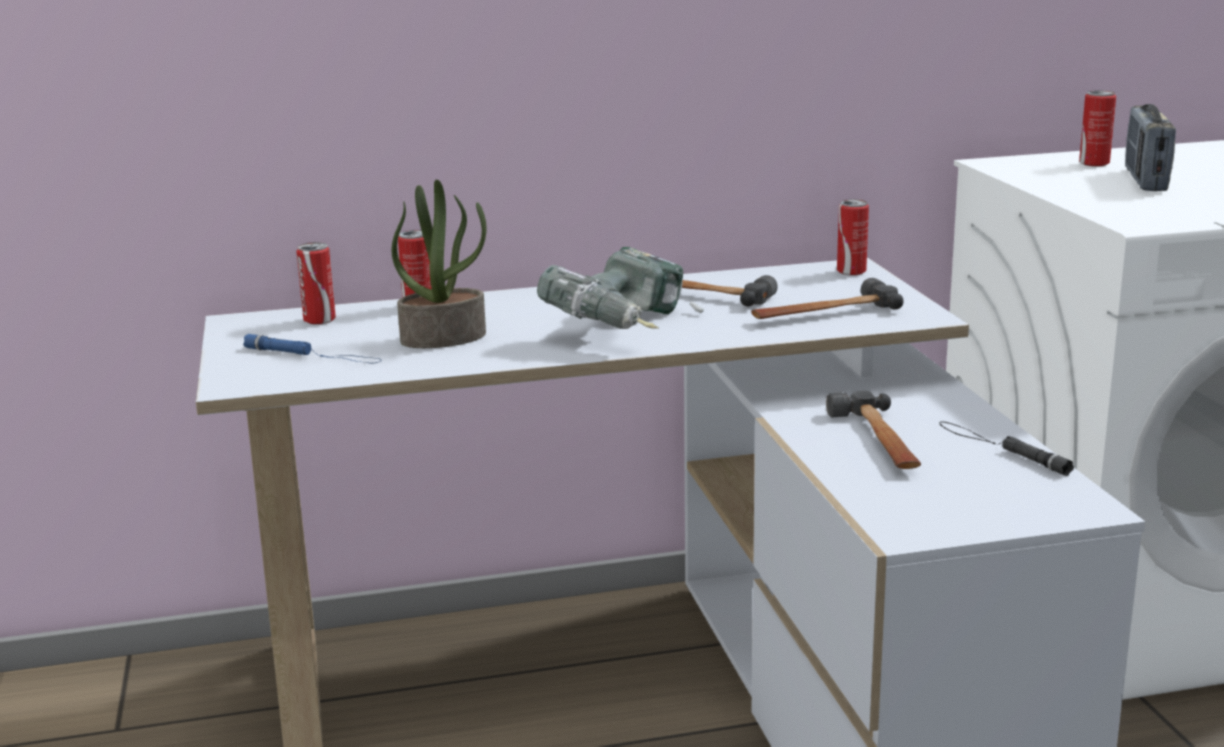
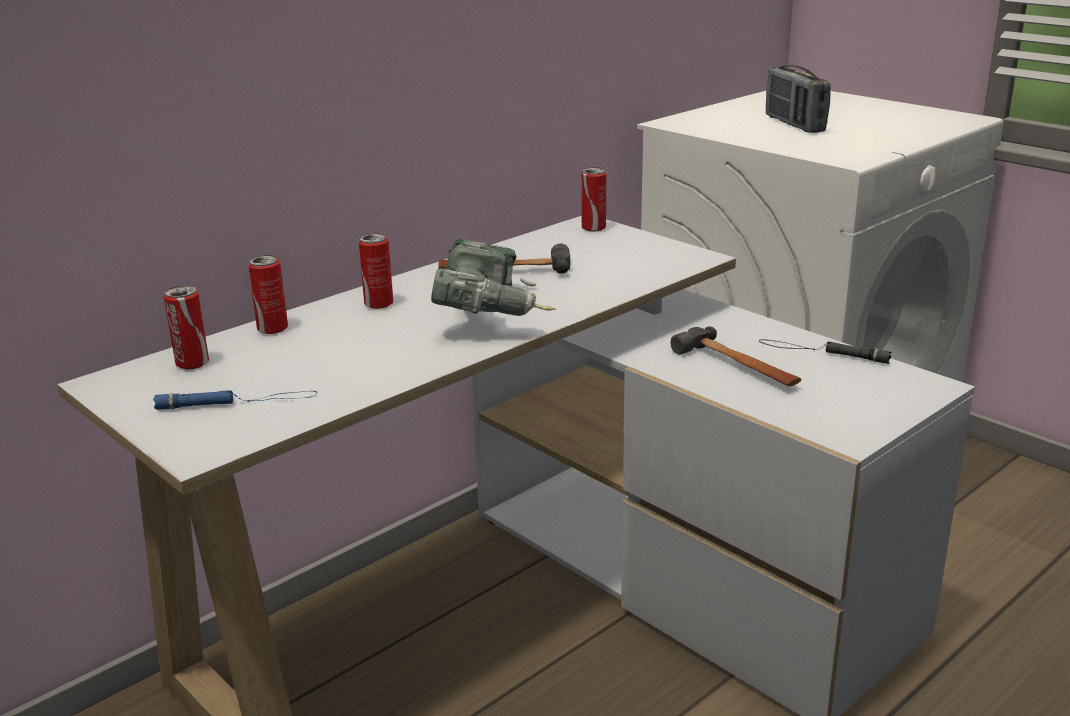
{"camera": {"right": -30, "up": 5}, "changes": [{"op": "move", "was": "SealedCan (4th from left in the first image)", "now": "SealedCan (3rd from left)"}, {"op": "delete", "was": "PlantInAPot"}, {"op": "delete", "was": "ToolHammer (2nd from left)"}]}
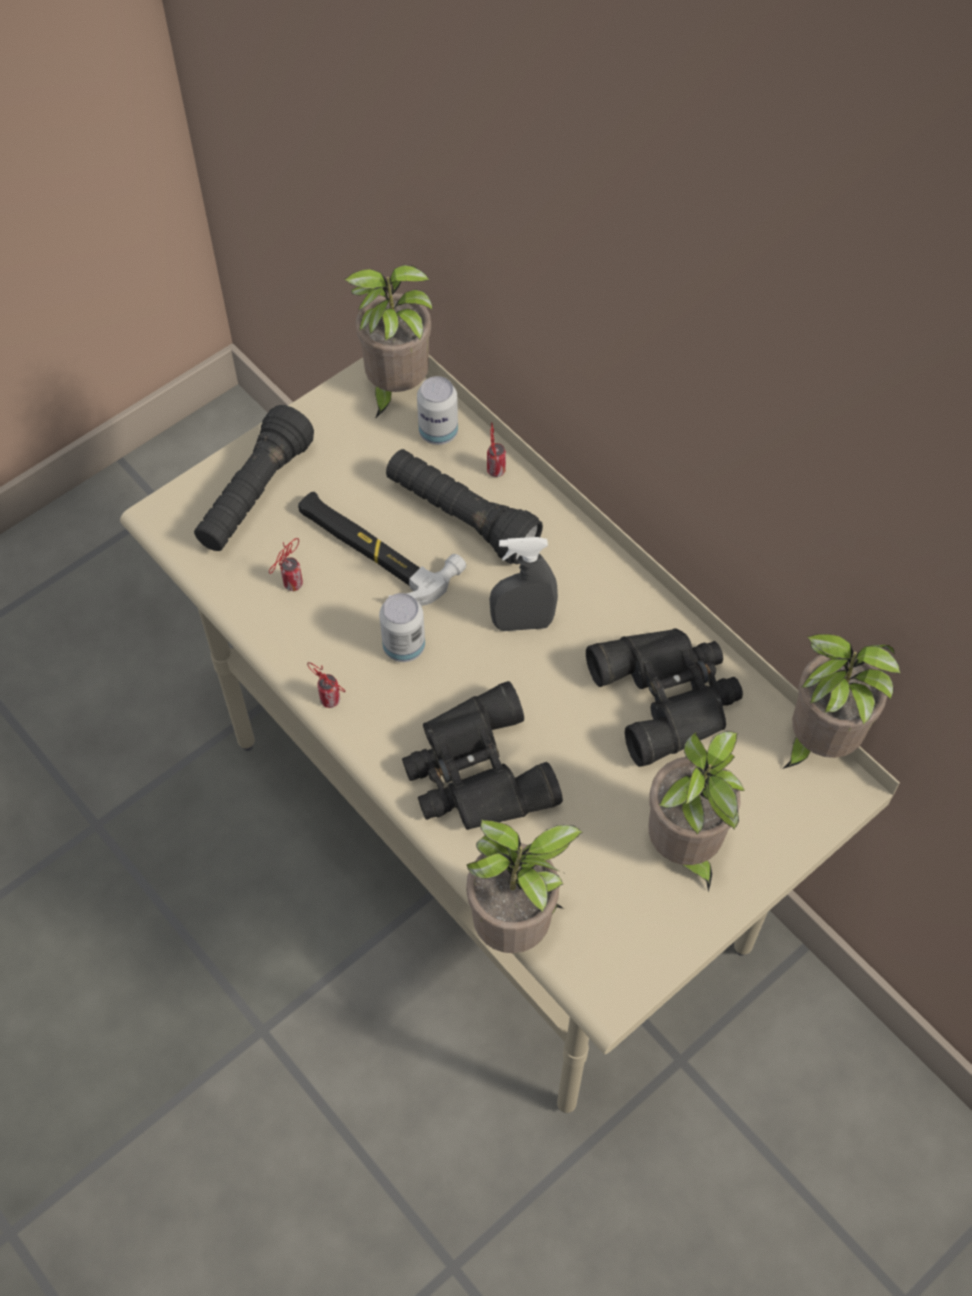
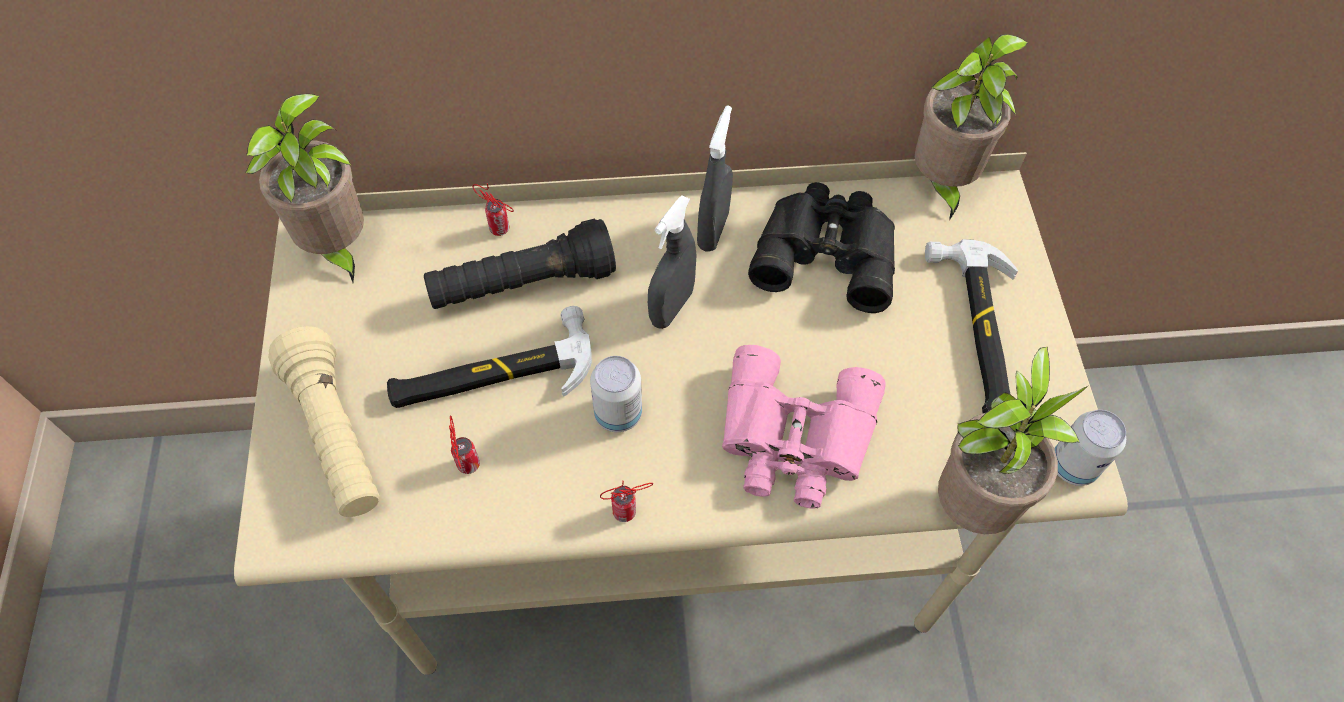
{"camera": {"right": -55, "up": 0}, "changes": [{"op": "recolor", "was": "BlackColouredFlashlight (1st from left)", "now": "BeigeColouredFlashlight"}, {"op": "insert", "now": "GreySprayer (2nd from left)"}, {"op": "recolor", "was": "BlackColouredFieldGlasses (1st from left)", "now": "PinkishFieldGlasses"}, {"op": "replace", "was": "PlantInAPot (3rd from left)", "now": "ToolHammer (2nd from left)"}, {"op": "move", "was": "SealedCan (4th from left in the first image)", "now": "SealedCan (5th from left)"}]}
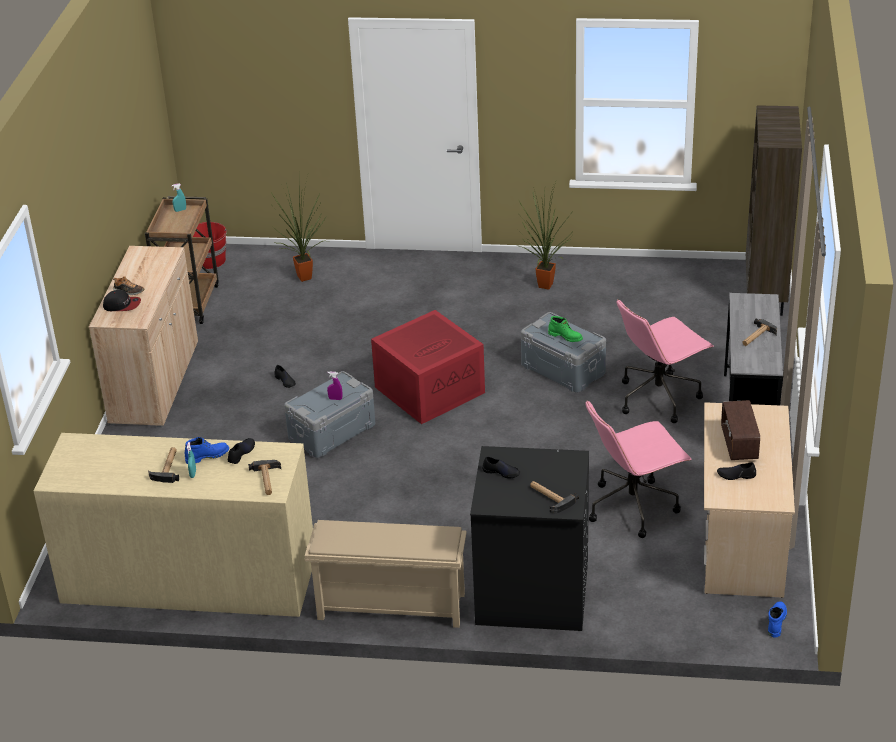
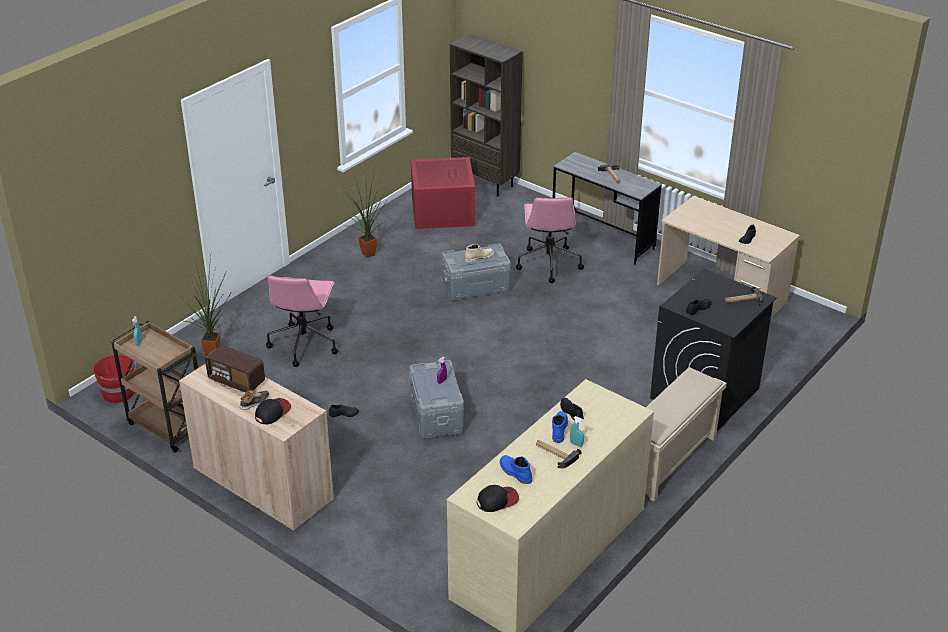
{"camera": {"right": -60, "up": 0}, "changes": [{"op": "move", "was": "Radio"}, {"op": "move", "was": "PinkishOfficeChair (1st from left)"}, {"op": "move", "was": "RedStorageBin"}, {"op": "recolor", "was": "GreenishHighTopBoot", "now": "BeigeColouredHighTopBoot"}, {"op": "insert", "now": "BaseballCap (2nd from left)"}, {"op": "move", "was": "BlueColouredHighTopBoot (2nd from left in the first image)", "now": "BlueColouredHighTopBoot (1st from left)"}, {"op": "delete", "was": "ToolHammer (2nd from left)"}]}
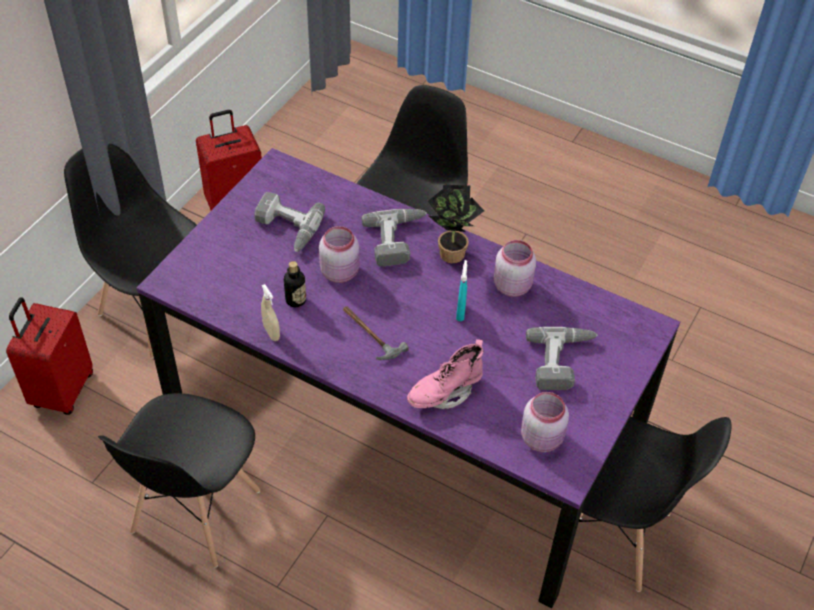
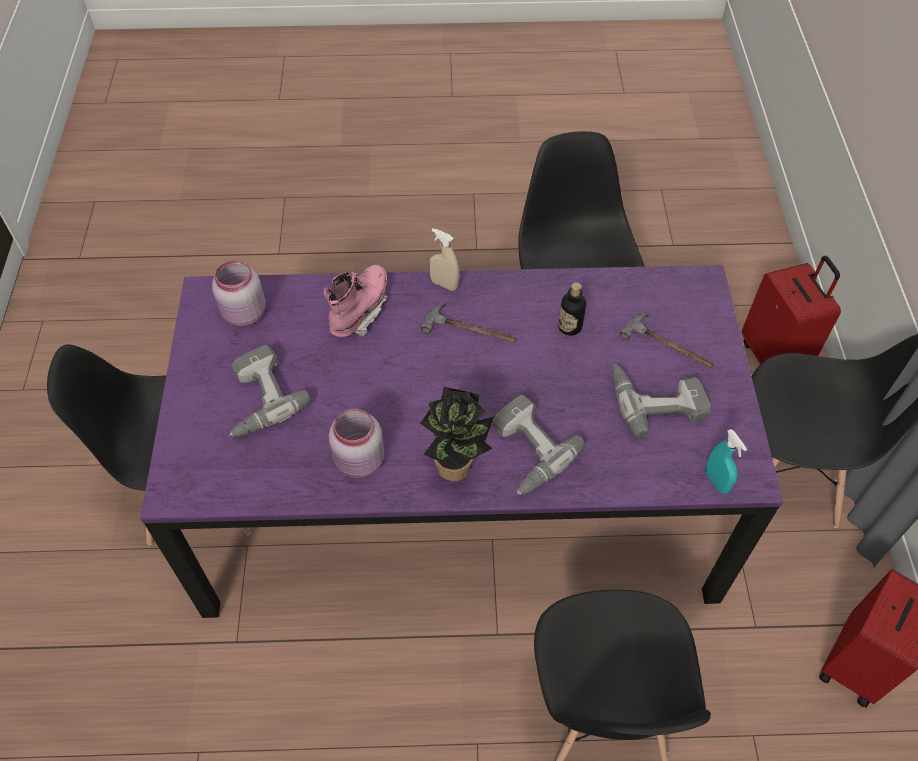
{"camera": {"right": 150, "up": 5}, "changes": [{"op": "move", "was": "BeigeColouredSprayer"}, {"op": "insert", "now": "ToolHammer (2nd from left)"}, {"op": "move", "was": "TurquoiseSprayer"}, {"op": "delete", "was": "PinkishPreserveJar (1st from left)"}]}
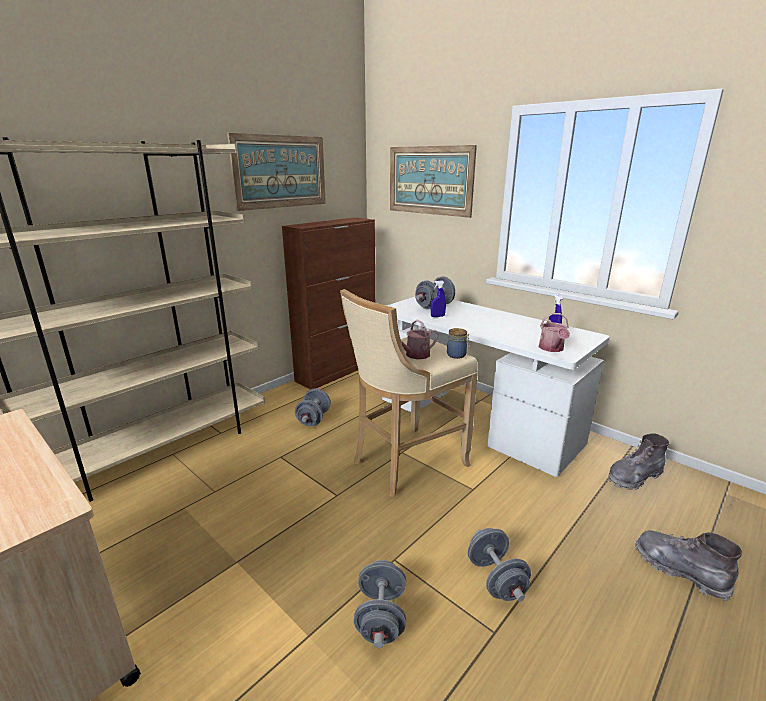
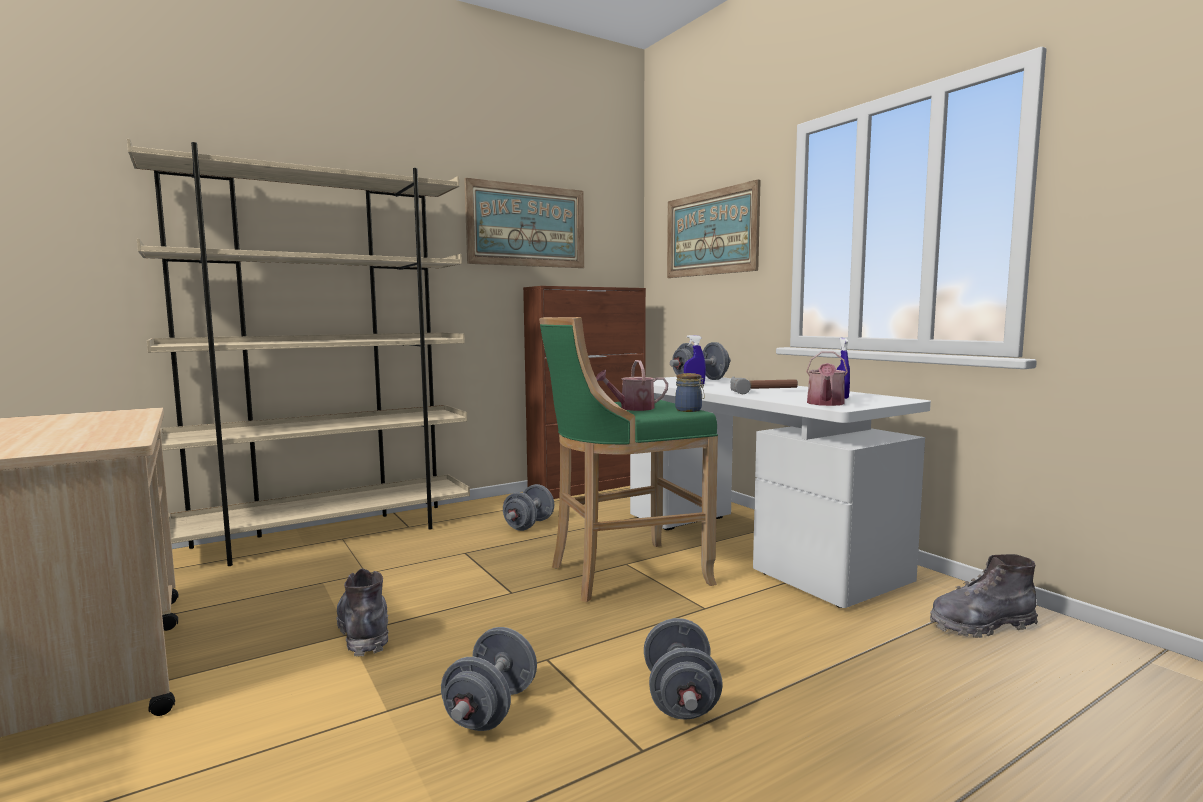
{"camera": {"right": 15, "up": -15}, "changes": [{"op": "move", "was": "GreyHighTopBoot (2nd from left in the first image)", "now": "GreyHighTopBoot (1st from left)"}, {"op": "recolor", "was": "BeigeColouredSittingStool", "now": "GreenishSittingStool"}, {"op": "insert", "now": "ToolHammer"}]}
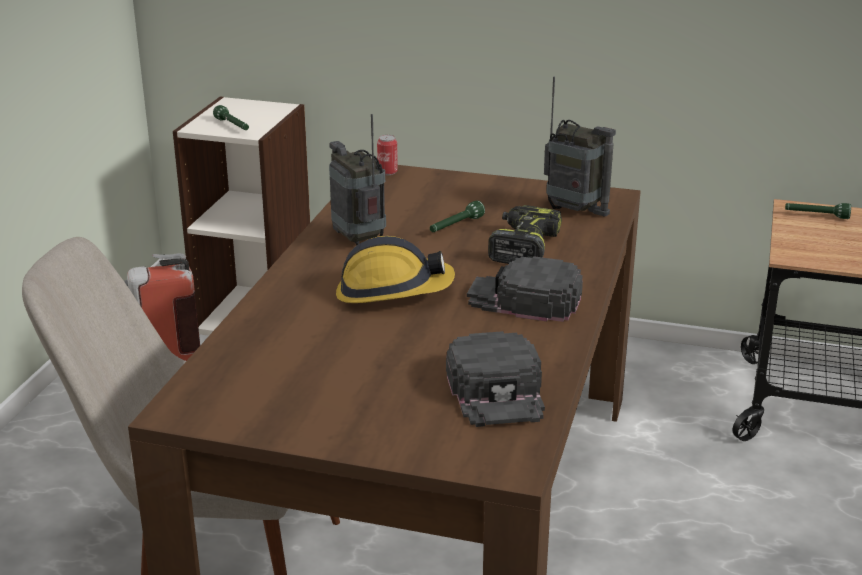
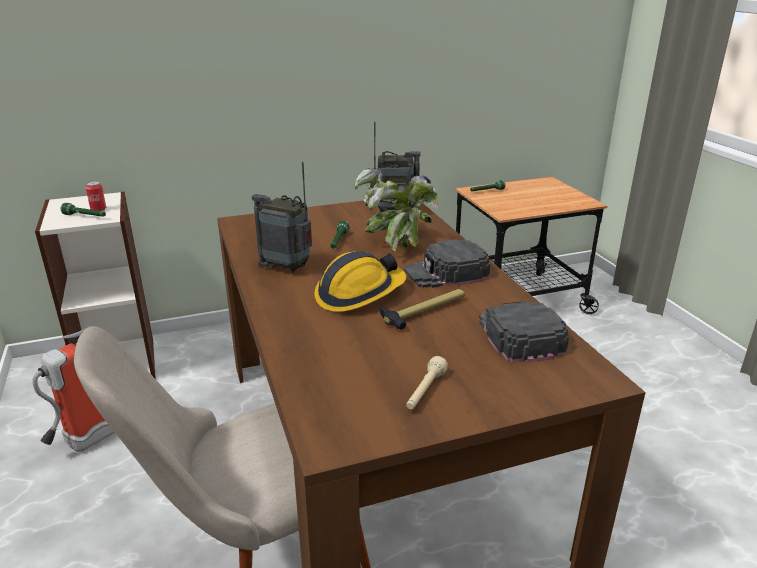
{"camera": {"right": -35, "up": 0}, "changes": [{"op": "move", "was": "SealedCan"}, {"op": "replace", "was": "PowerDrill", "now": "PlantInAPot"}, {"op": "insert", "now": "ToolHammer"}, {"op": "insert", "now": "BeigeColouredFlashlight"}, {"op": "rotate", "was": "BlackColouredBaseballCap (1st from left in the first image)", "clockwise": -150}]}
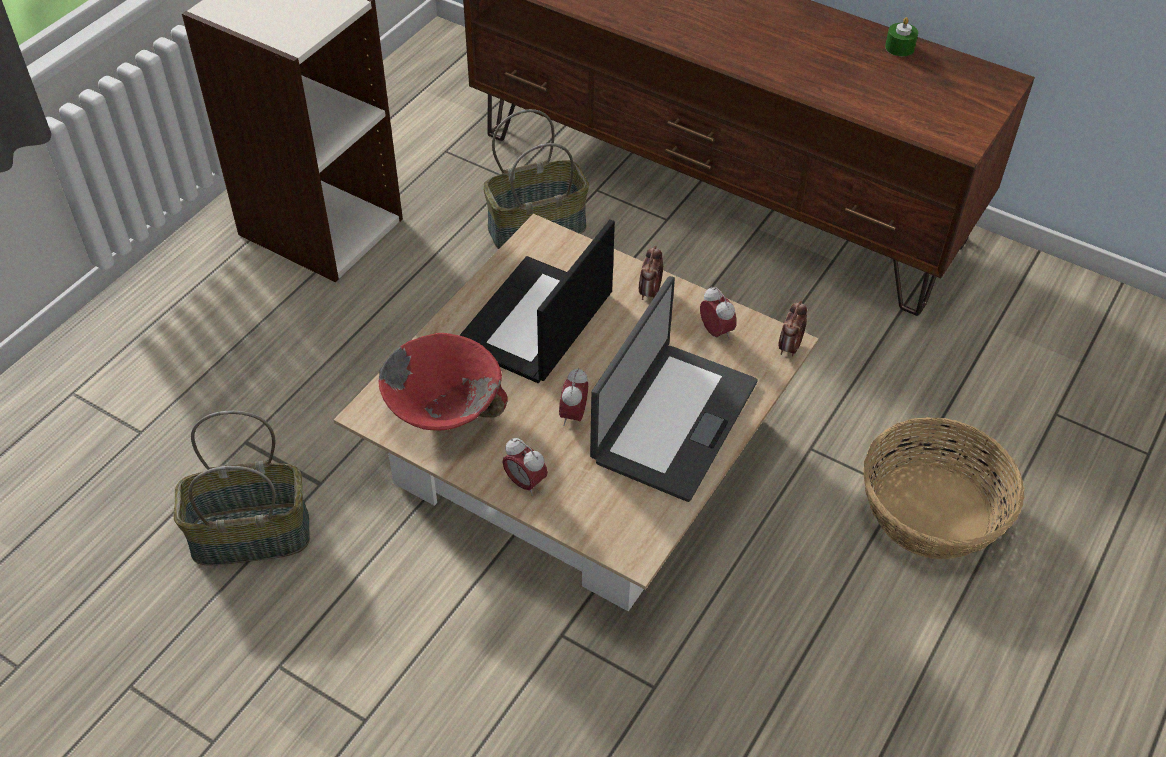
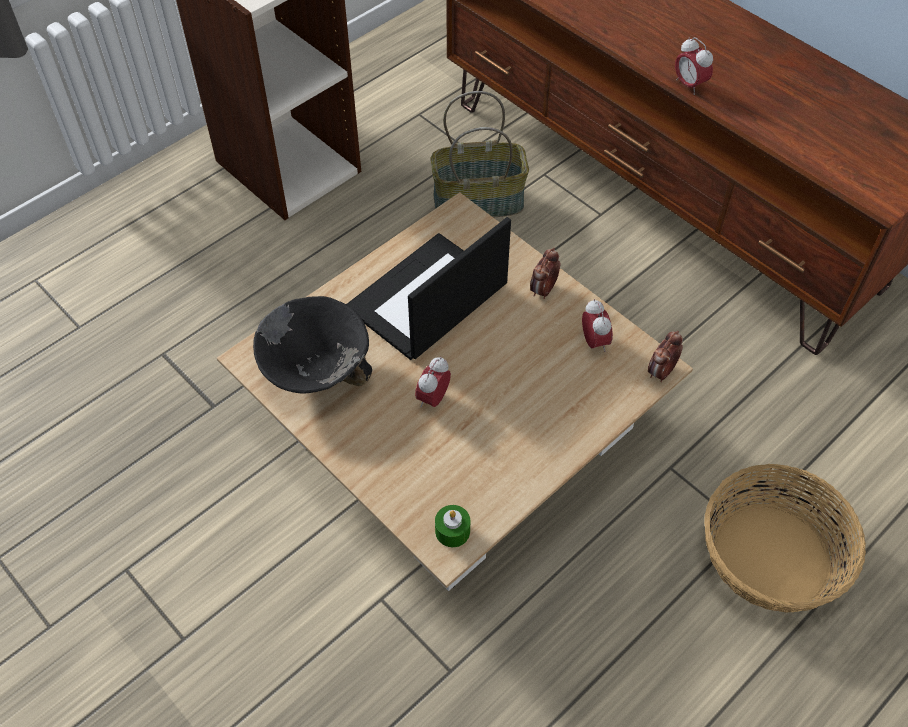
{"camera": {"right": 15, "up": 5}, "changes": [{"op": "recolor", "was": "RedServingBowl", "now": "BlackColouredServingBowl"}, {"op": "move", "was": "GreenishCandle"}, {"op": "move", "was": "TableClock (1st from left in the first image)", "now": "TableClock (5th from left)"}, {"op": "delete", "was": "StorageBasket (1st from left)"}, {"op": "delete", "was": "Laptop (2nd from left)"}]}
